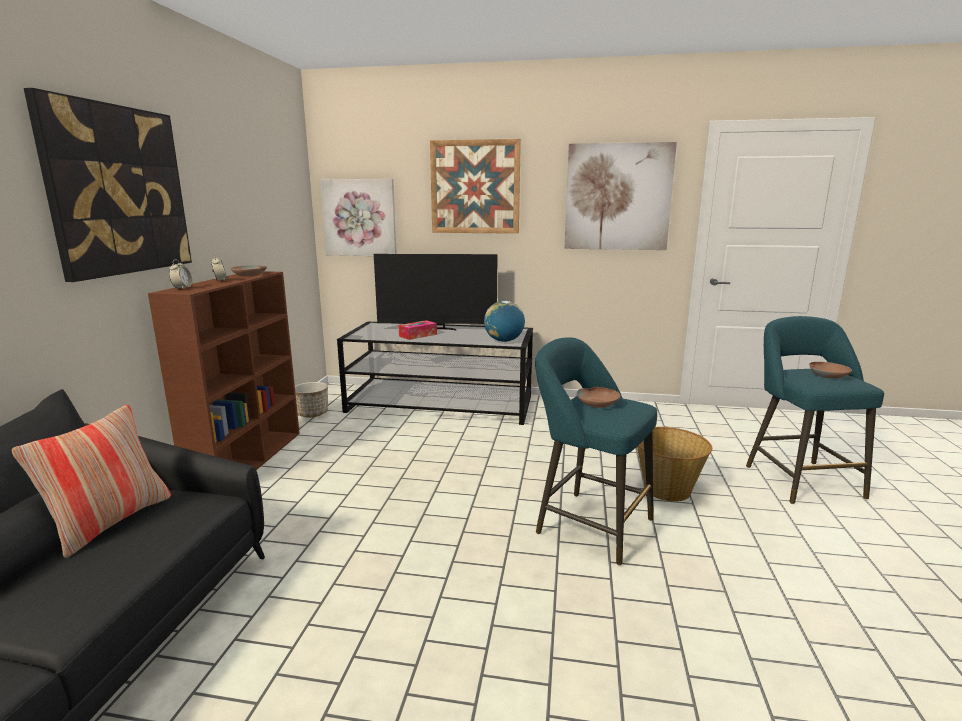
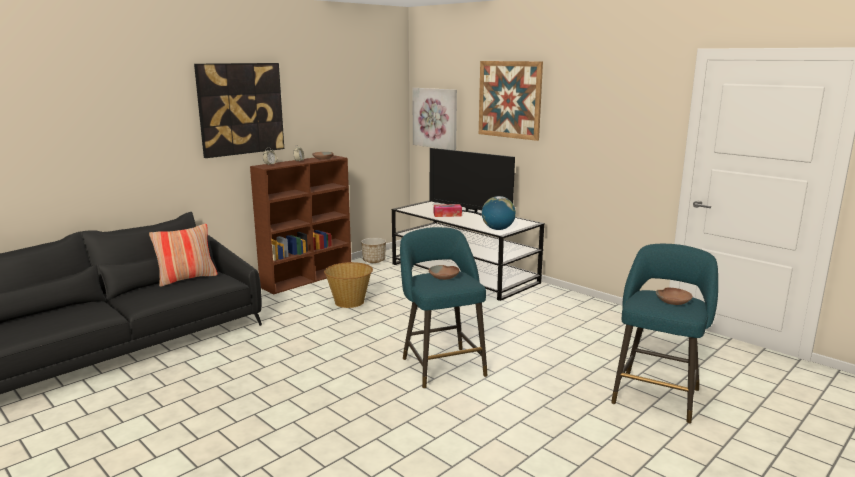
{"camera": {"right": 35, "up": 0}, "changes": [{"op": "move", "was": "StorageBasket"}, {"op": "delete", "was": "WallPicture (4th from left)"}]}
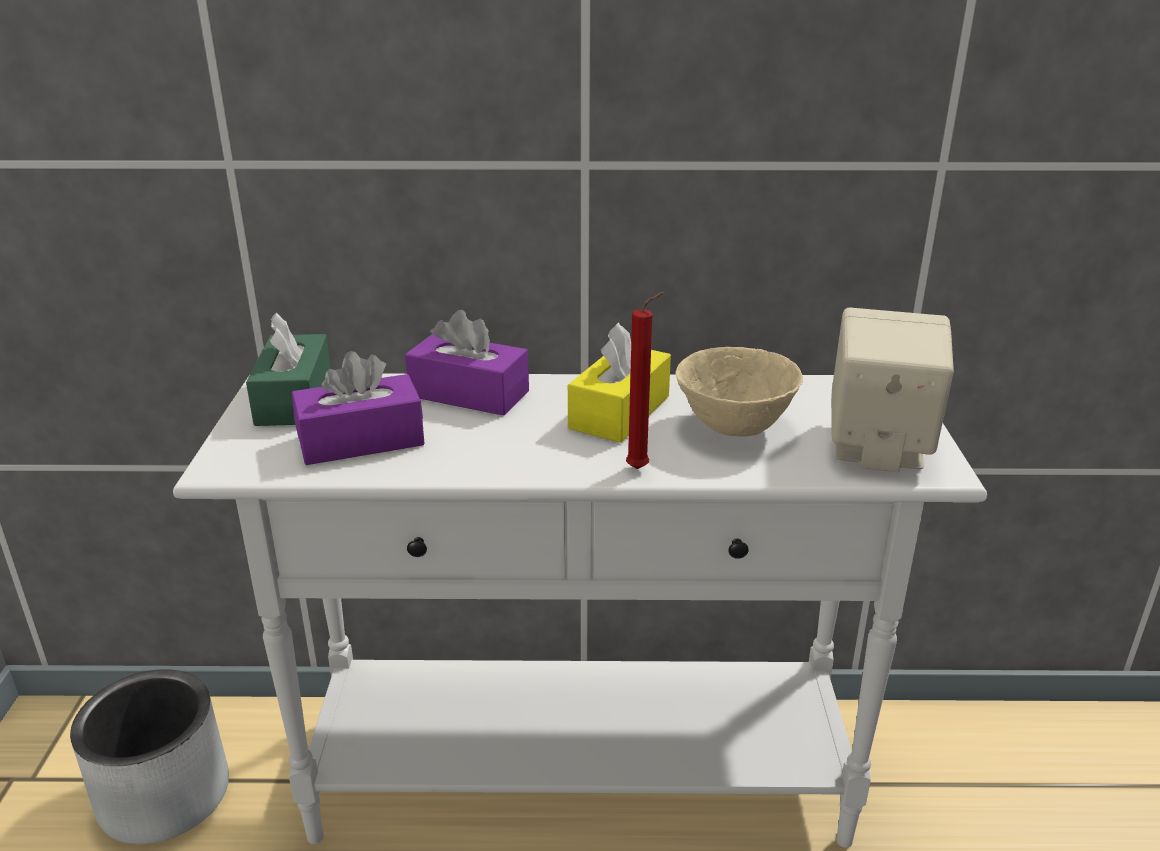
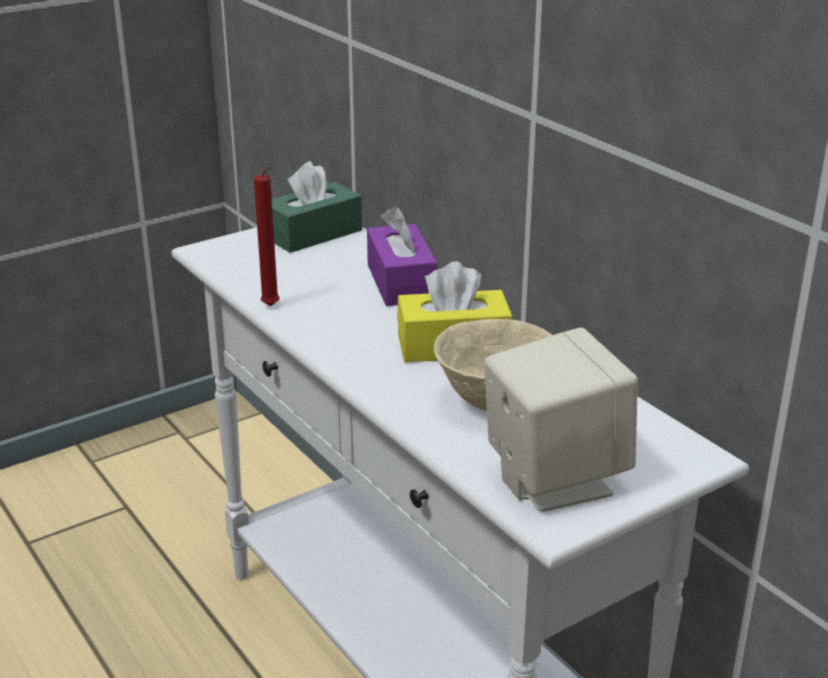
{"camera": {"right": 55, "up": 0}, "changes": [{"op": "move", "was": "RedCandle"}, {"op": "delete", "was": "GreyFlowerPot"}, {"op": "delete", "was": "PurpleBoxOfTissues (1st from left)"}]}
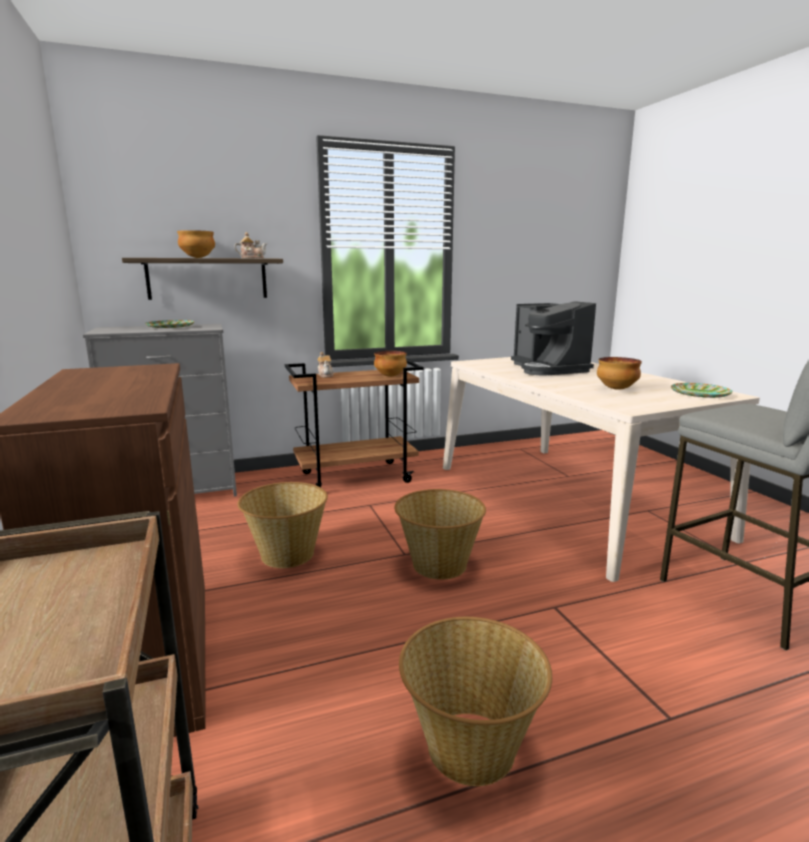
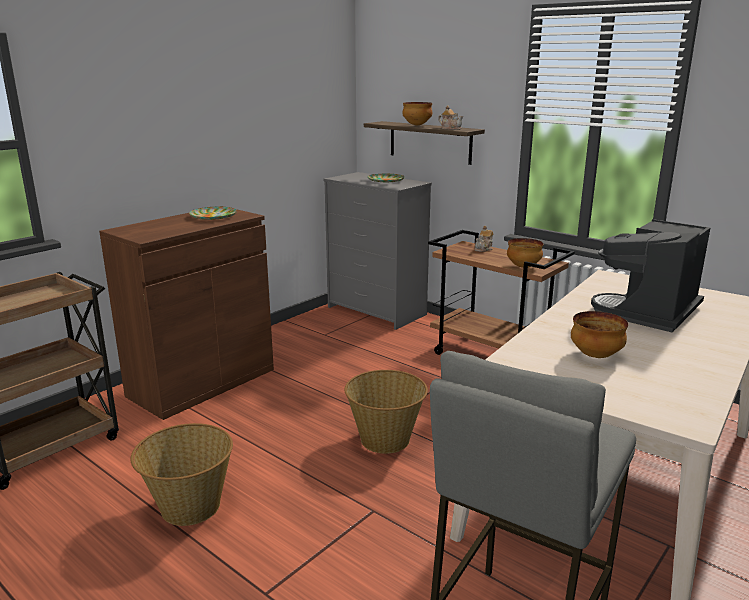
{"camera": {"right": 60, "up": 5}, "changes": [{"op": "move", "was": "FlatDish (2nd from left in the first image)", "now": "FlatDish (1st from left)"}, {"op": "delete", "was": "StorageBasket (1st from left)"}]}
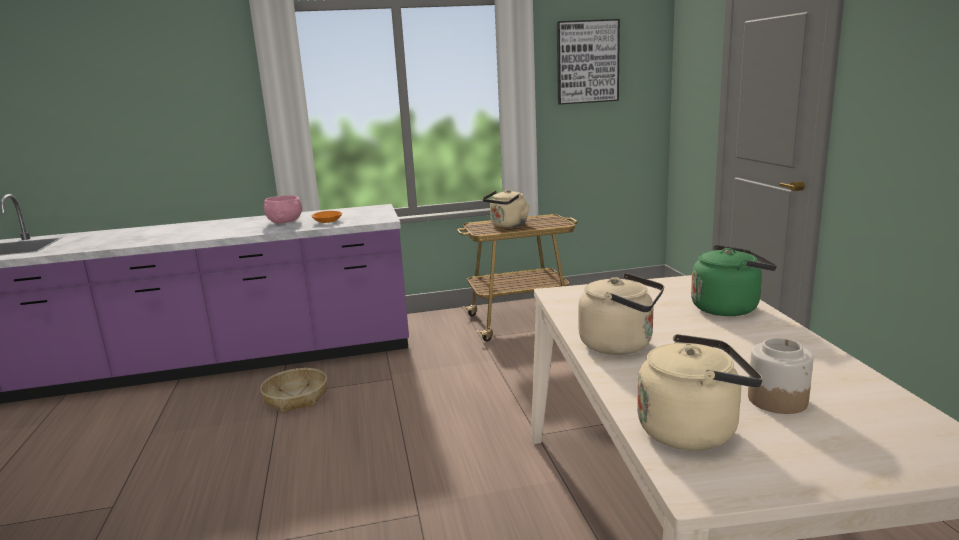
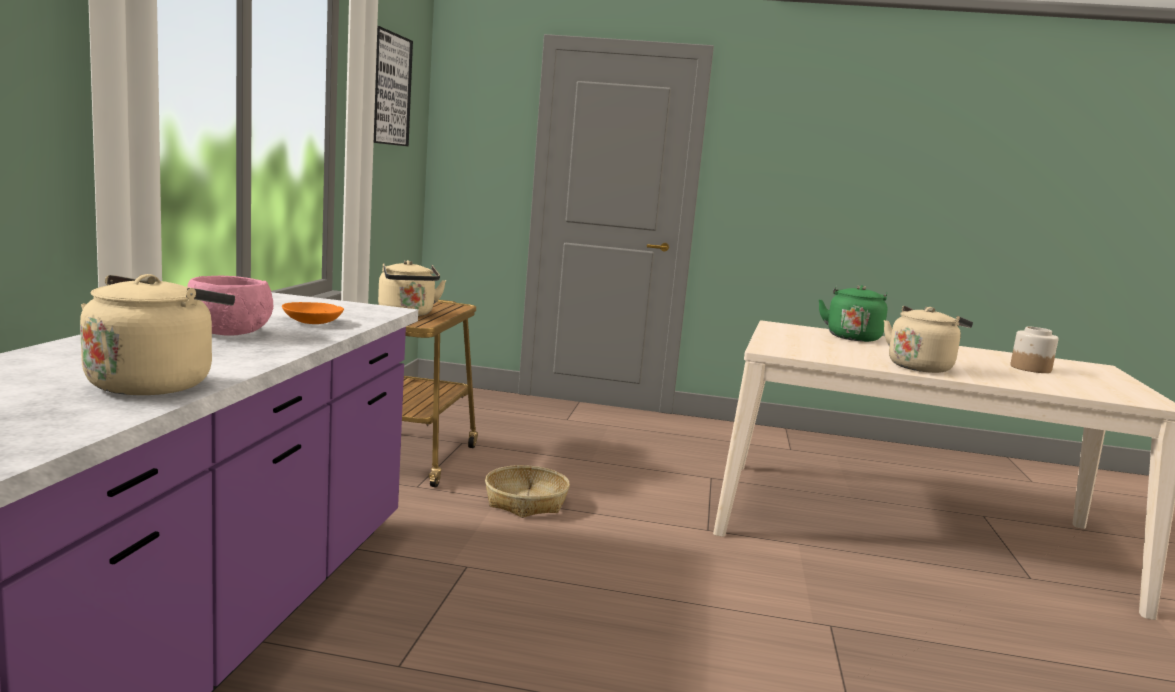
{"camera": {"right": -70, "up": -5}, "changes": [{"op": "move", "was": "BeigeColouredKettle (3rd from left in the first image)", "now": "BeigeColouredKettle (1st from left)"}, {"op": "move", "was": "StorageBasket"}]}
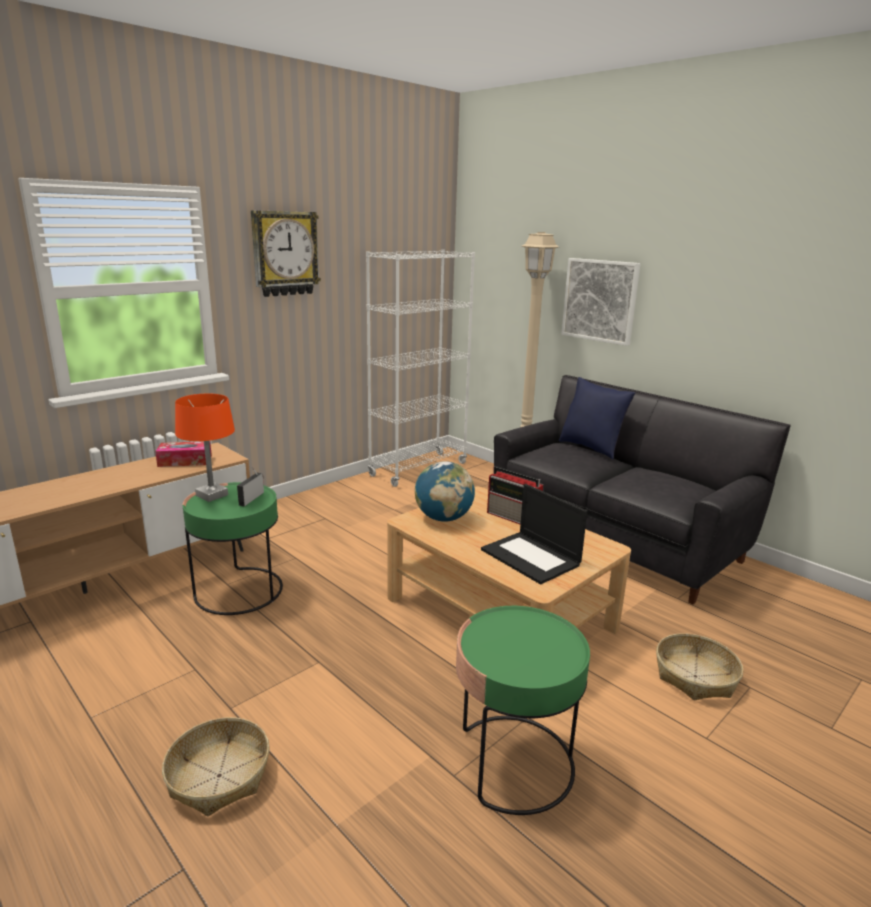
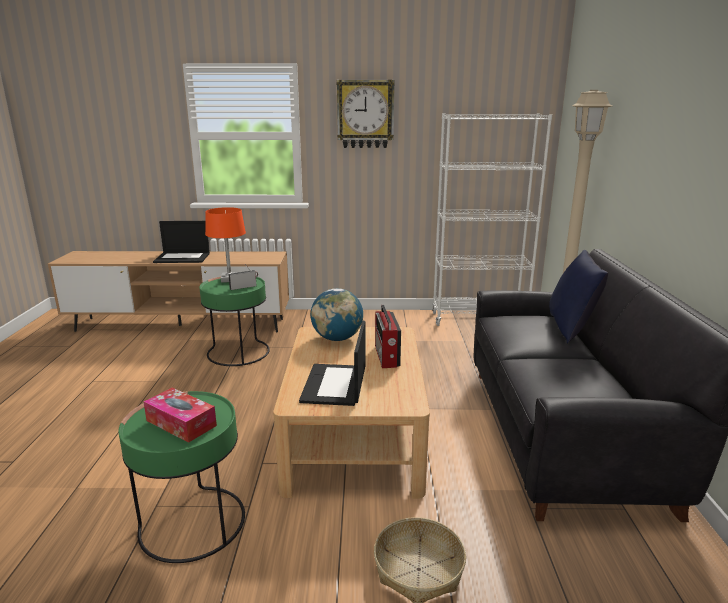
{"camera": {"right": 45, "up": 0}, "changes": [{"op": "move", "was": "BoxOfTissues"}, {"op": "insert", "now": "Laptop (1st from left)"}, {"op": "delete", "was": "StorageBasket (1st from left)"}, {"op": "delete", "was": "WallPicture"}]}
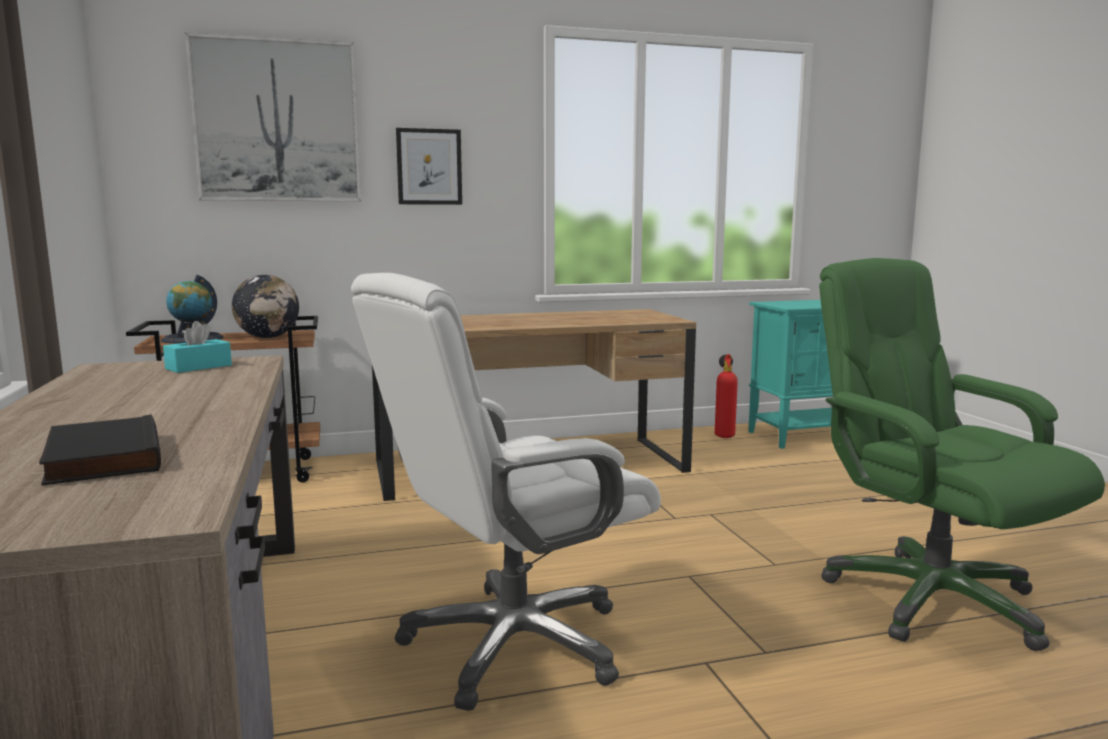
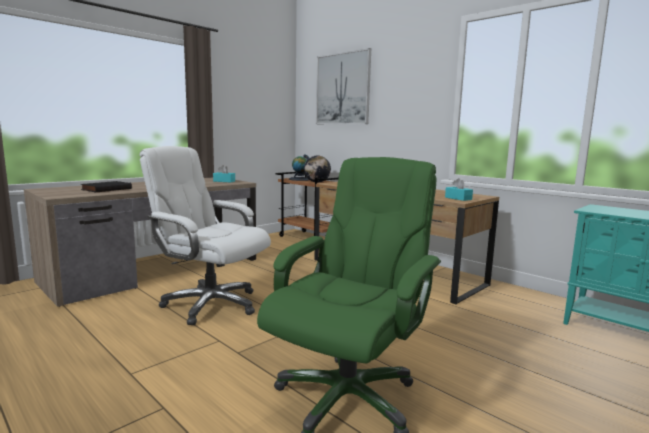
{"camera": {"right": 60, "up": 0}, "changes": [{"op": "insert", "now": "TurquoiseBoxOfTissues (2nd from left)"}, {"op": "delete", "was": "WallPicture (2nd from left)"}, {"op": "delete", "was": "Extinguisher"}]}
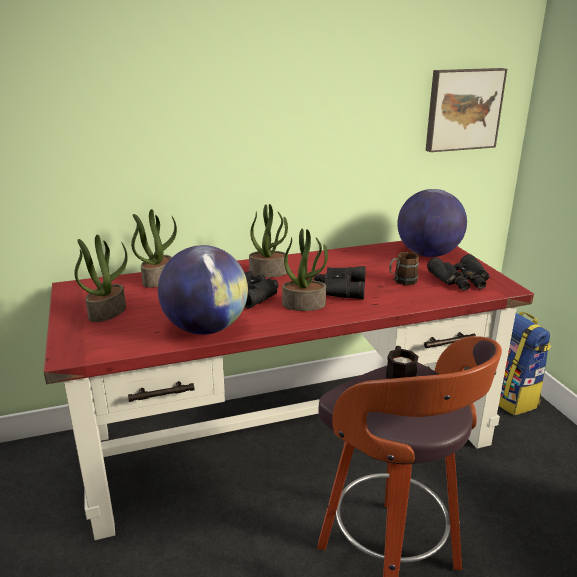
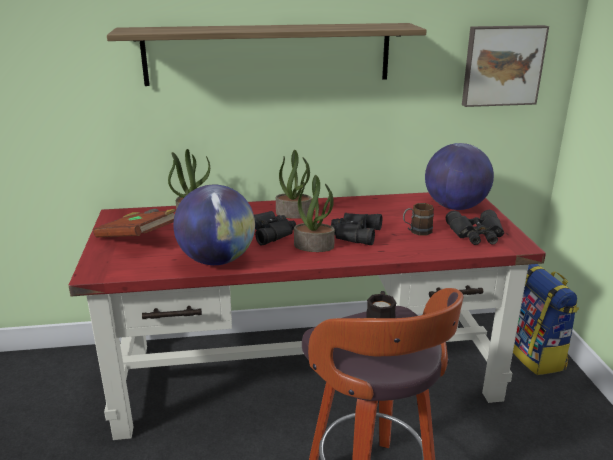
{"camera": {"right": 10, "up": 0}, "changes": [{"op": "replace", "was": "PlantInAPot (1st from left)", "now": "BrownBook"}, {"op": "insert", "now": "Shelf"}]}
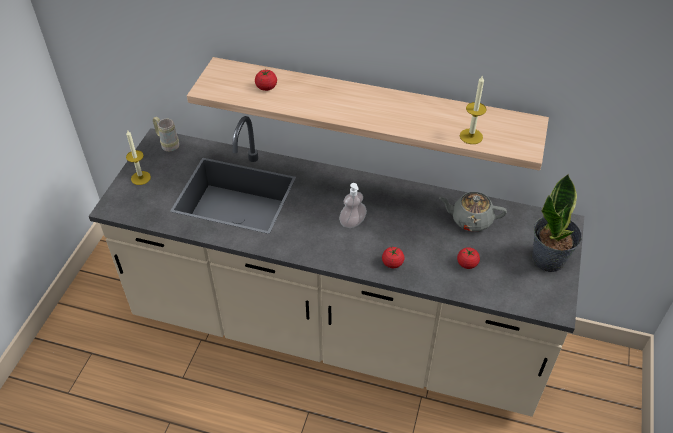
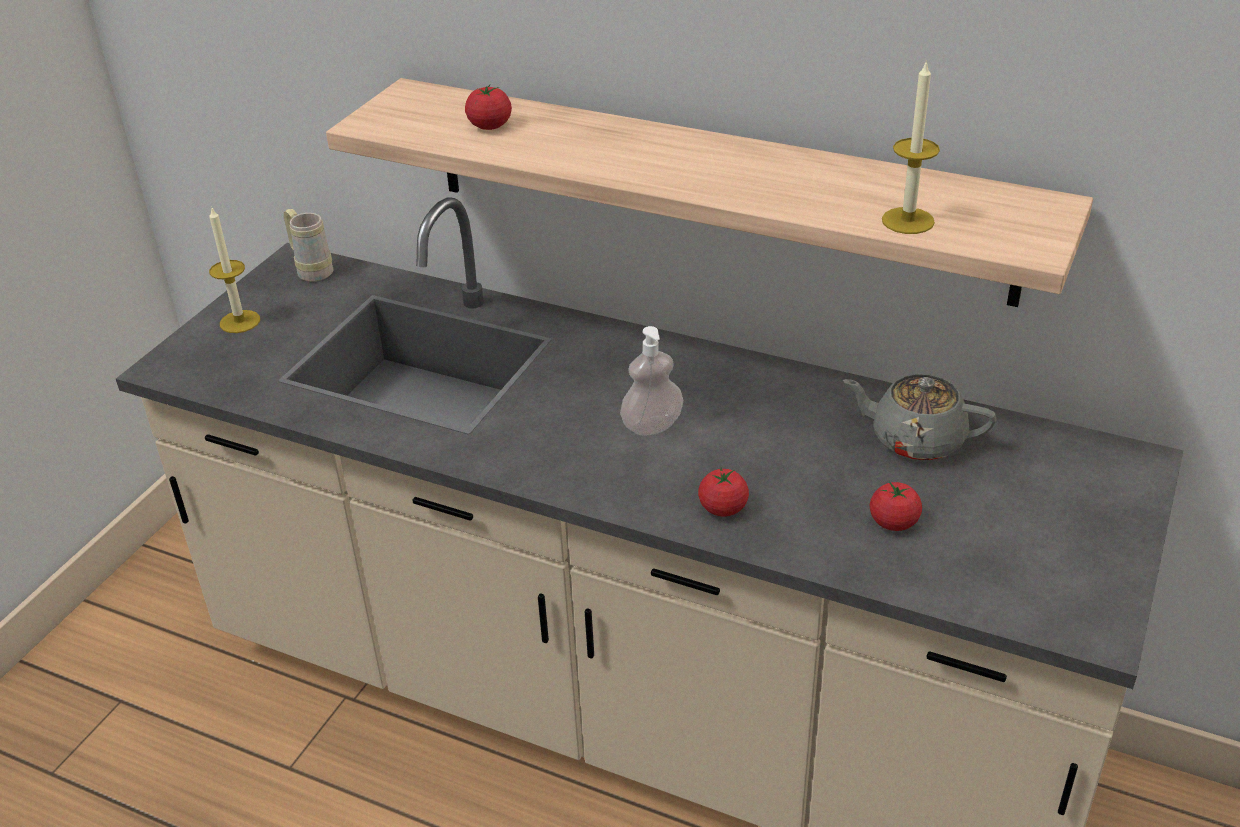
{"camera": {"right": 10, "up": -10}, "changes": [{"op": "delete", "was": "PlantInAPot"}]}
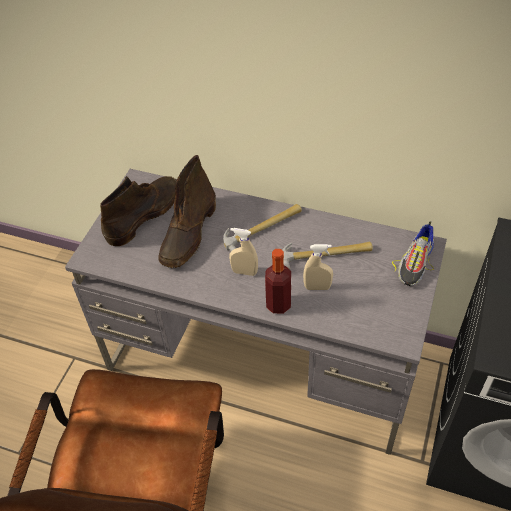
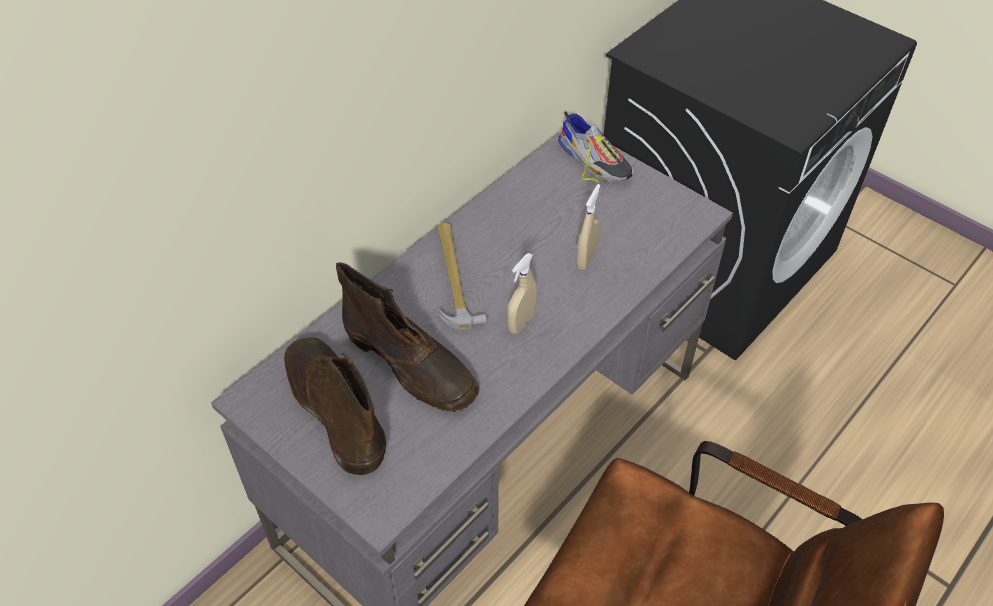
{"camera": {"right": -70, "up": 0}, "changes": [{"op": "delete", "was": "BeverageBottle"}, {"op": "delete", "was": "ToolHammer (2nd from left)"}]}
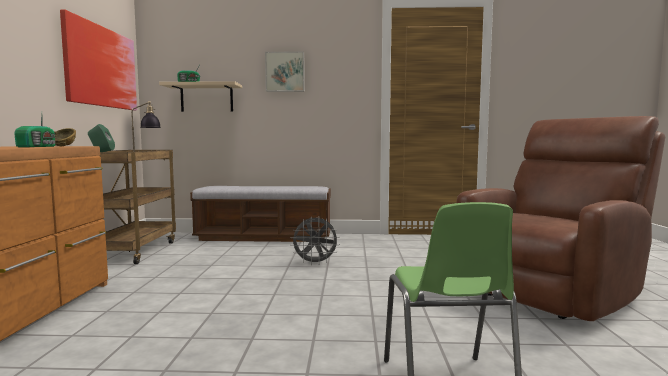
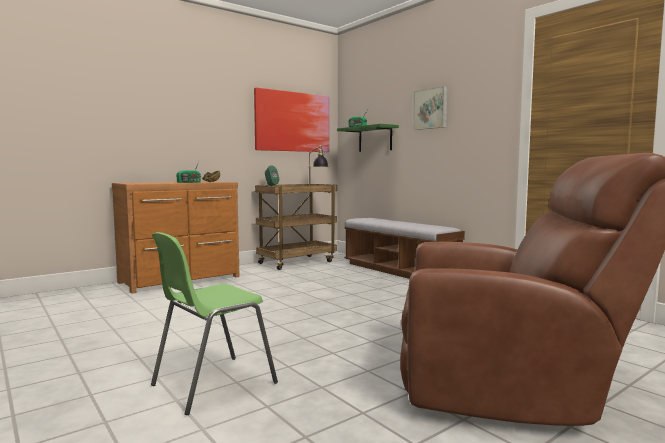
{"camera": {"right": 50, "up": 0}, "changes": [{"op": "recolor", "was": "BeigeColouredShelf", "now": "GreenishShelf"}, {"op": "delete", "was": "GreyFan"}]}
